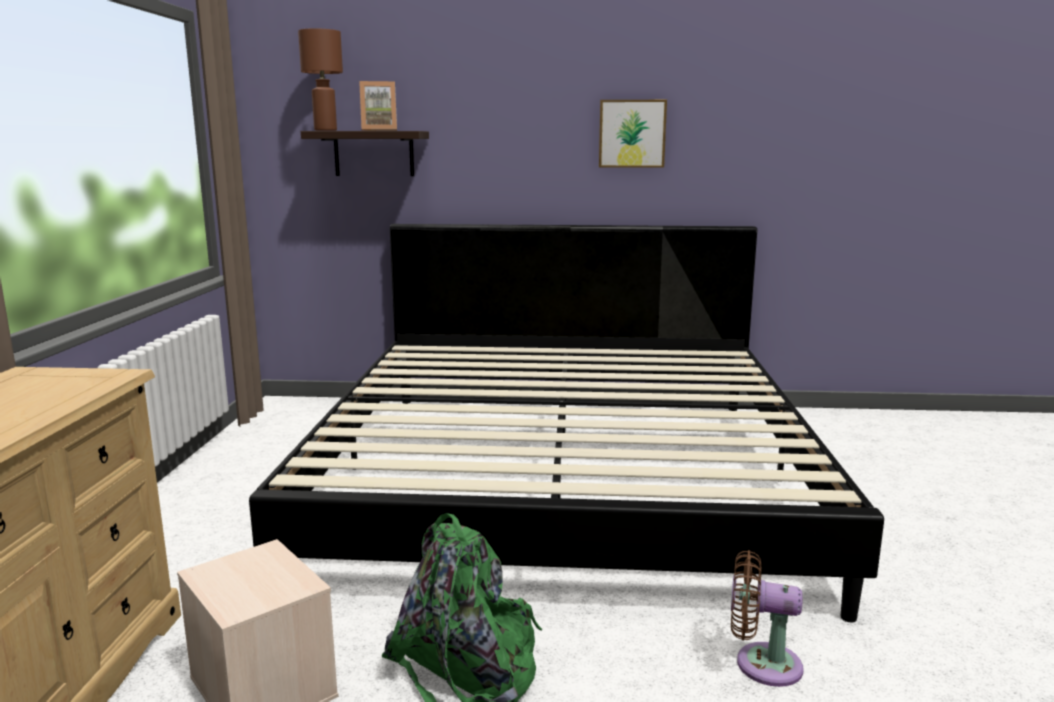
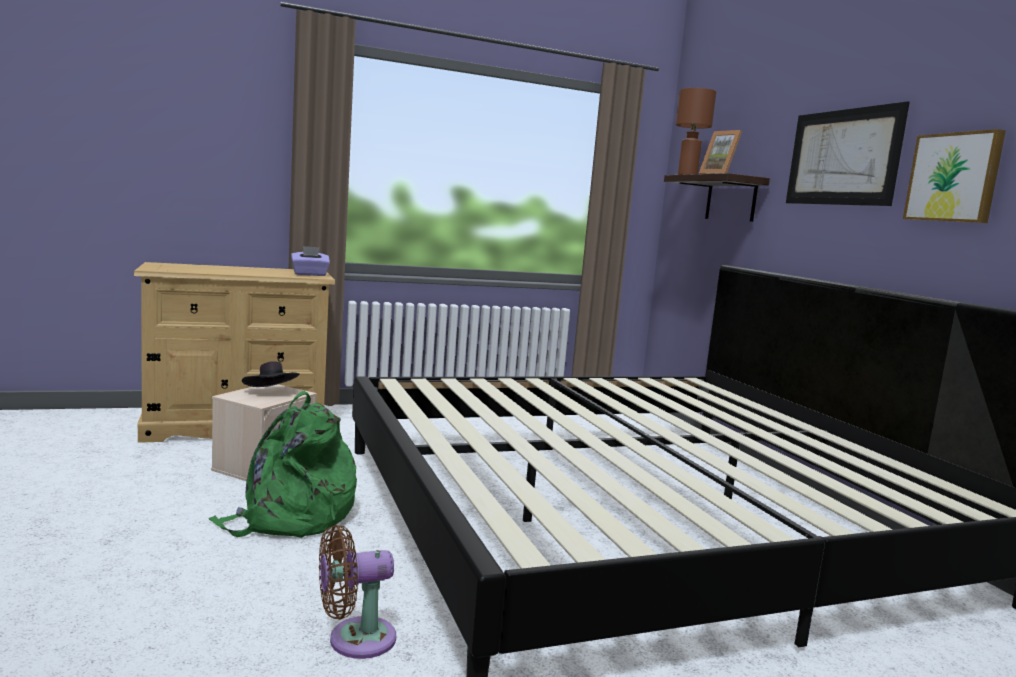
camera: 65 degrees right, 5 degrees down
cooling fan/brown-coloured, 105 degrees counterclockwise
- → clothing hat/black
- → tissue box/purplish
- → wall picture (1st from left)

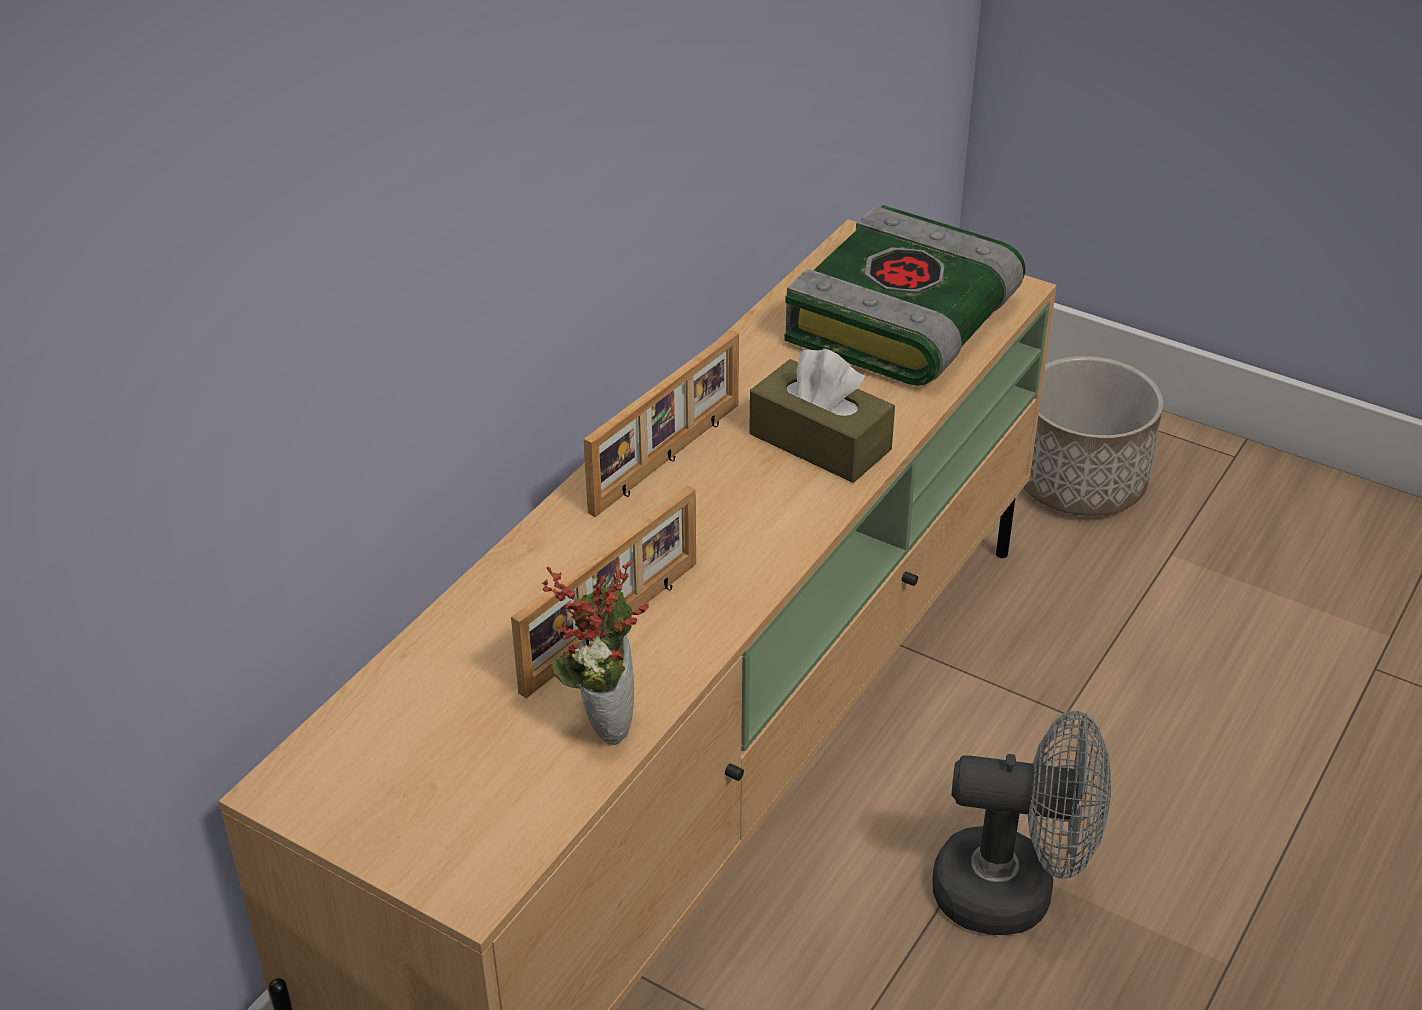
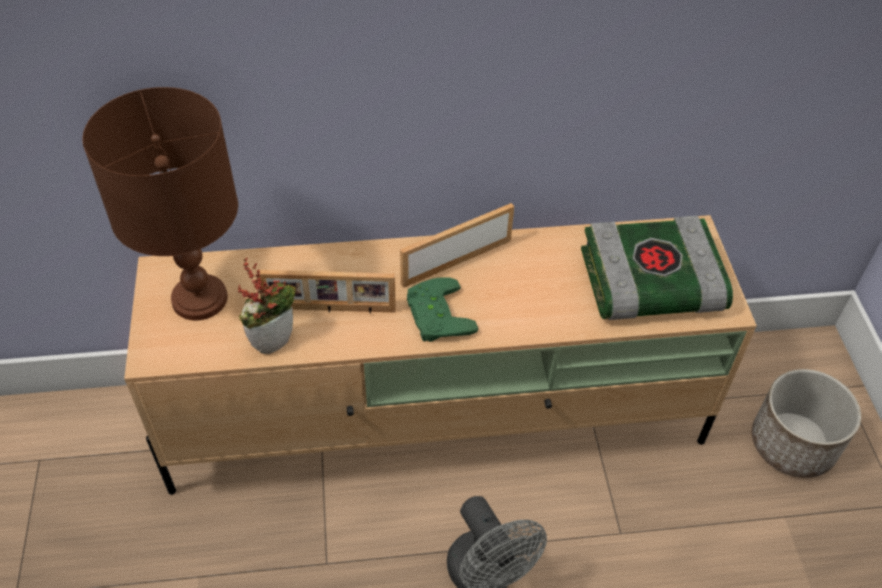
camera: 50 degrees right, 10 degrees up
standing frame (2nd from left), 150 degrees clockwise
tissue box/brown-coloured → -
- → table lamp/brown-coloured
- → gamepad/greenish

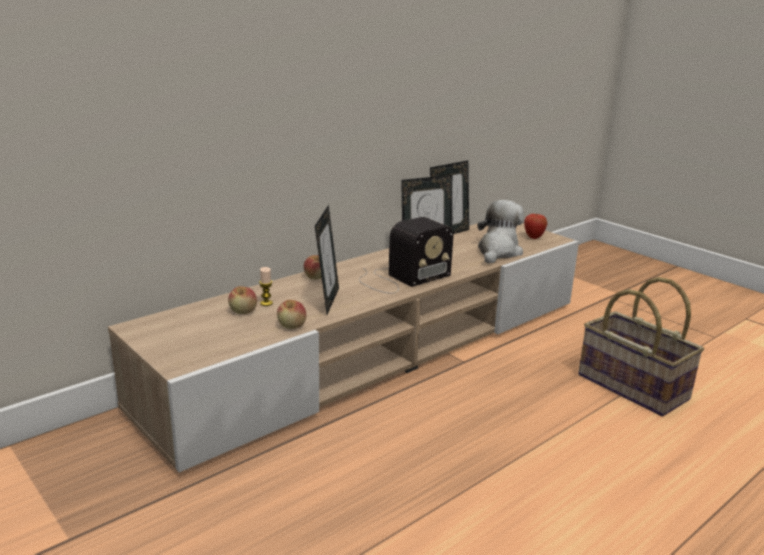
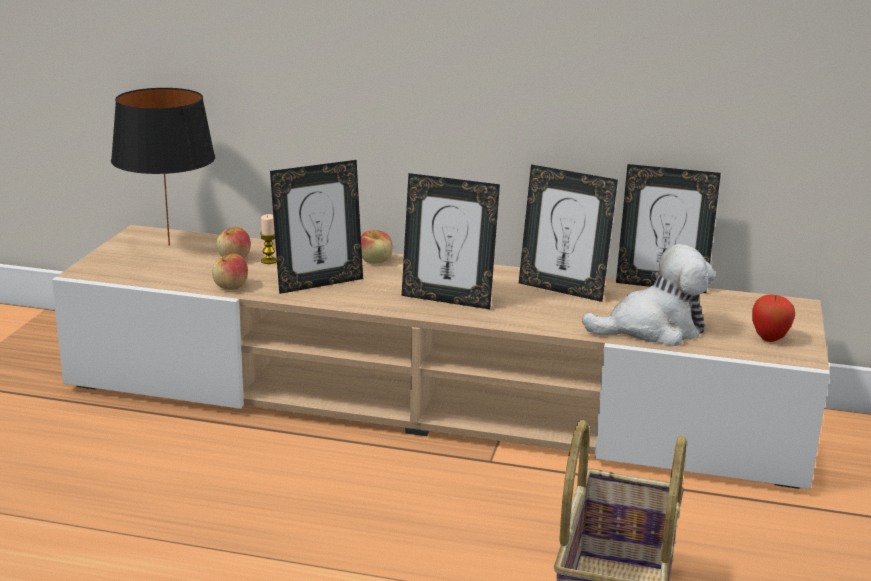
camera: 55 degrees right, 0 degrees up
radio receiver → standing frame (2nd from left)
- → table lamp/black

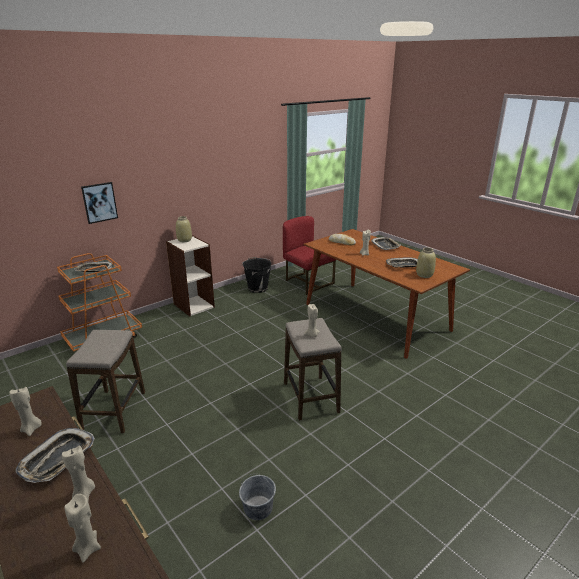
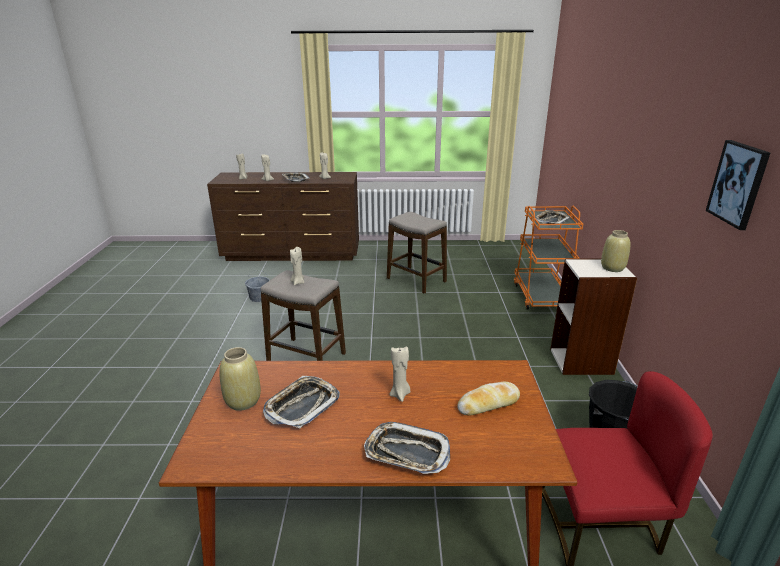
camera: 130 degrees right, 0 degrees up
wall picture, move

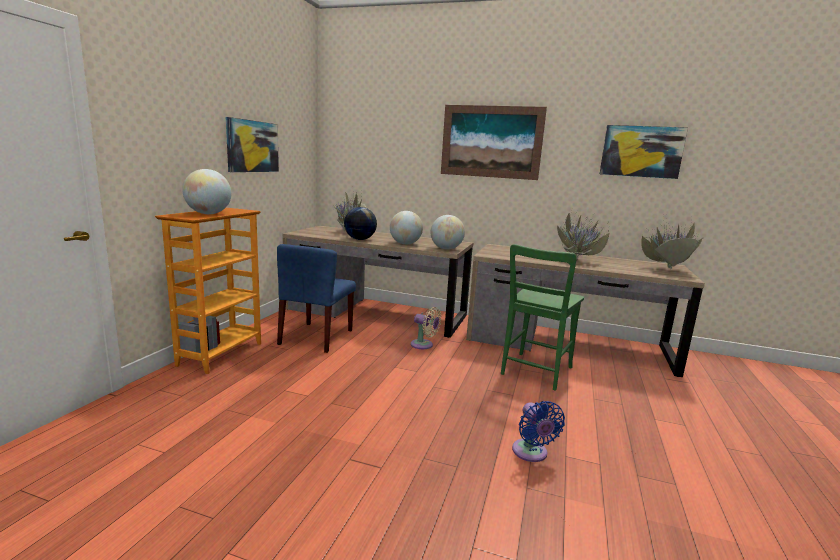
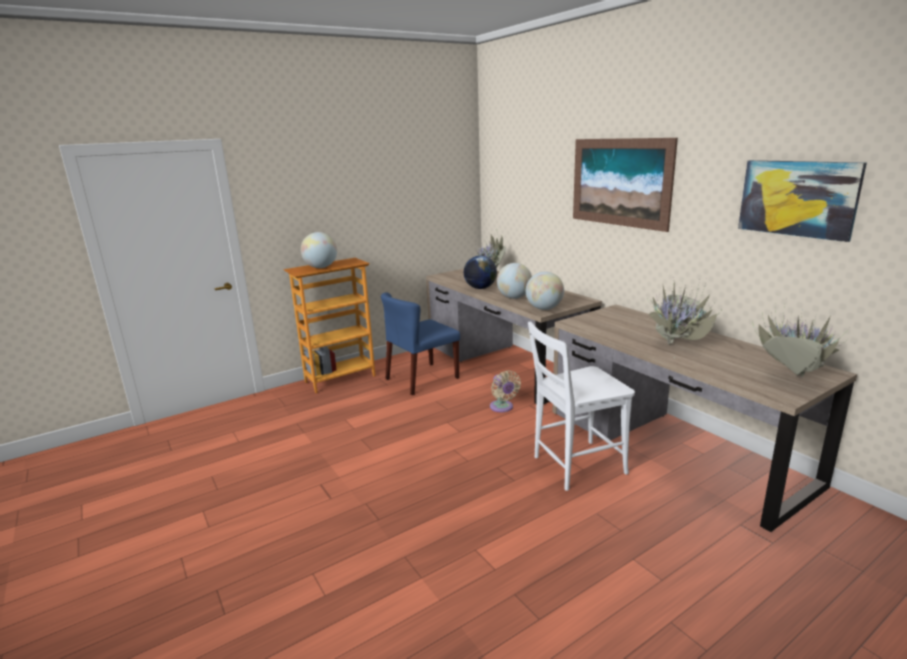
camera: 40 degrees right, 5 degrees up
wall picture (1st from left) → -
plain chair/greenish → plain chair/white
cooling fan/bluish → -

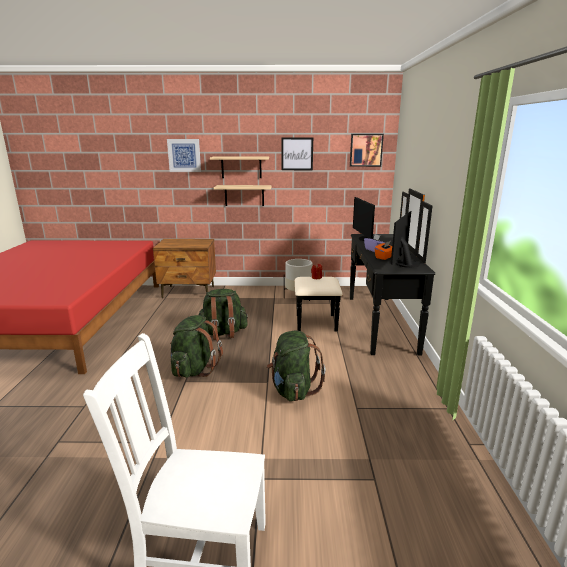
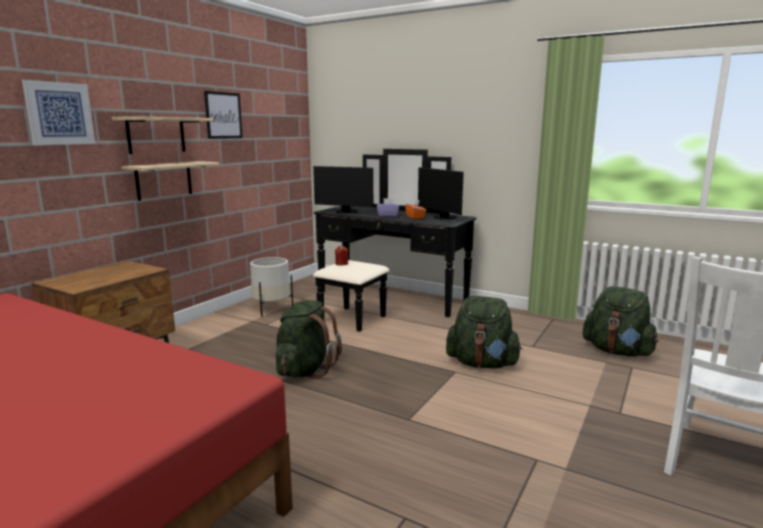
camera: 60 degrees left, 5 degrees down
rucksack/greenish (1st from left in the first image) → rucksack/greenish (3rd from left), move
wall picture (3rd from left) → -

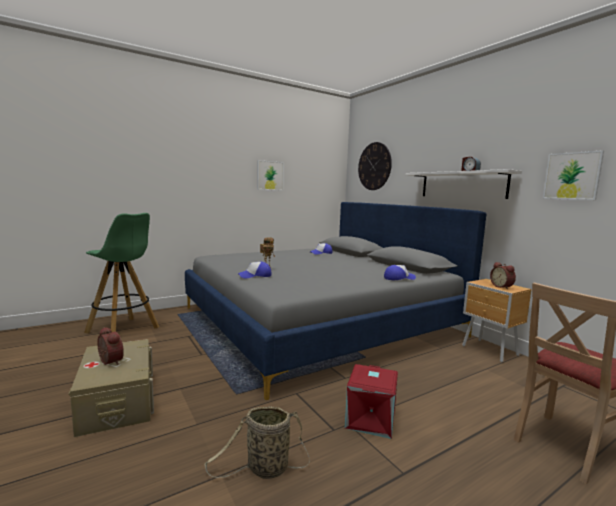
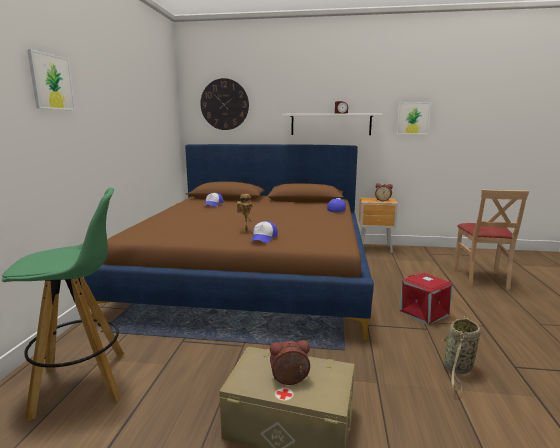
camera: 50 degrees left, 5 degrees up
bedroom bed/grey → bedroom bed/brown-coloured
wall picture (1st from left), move

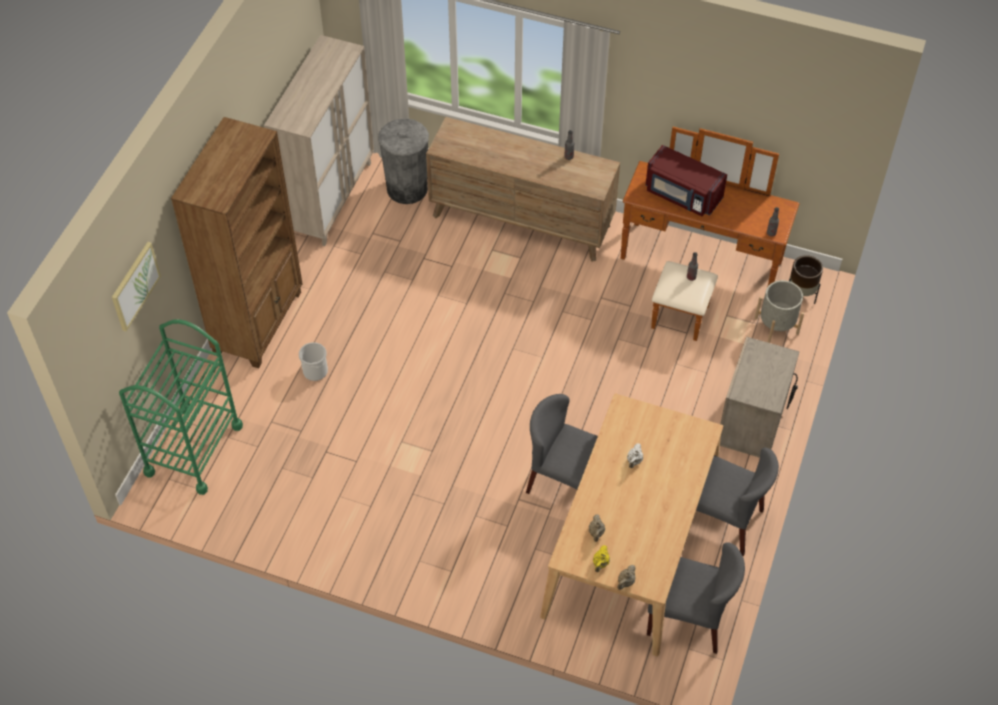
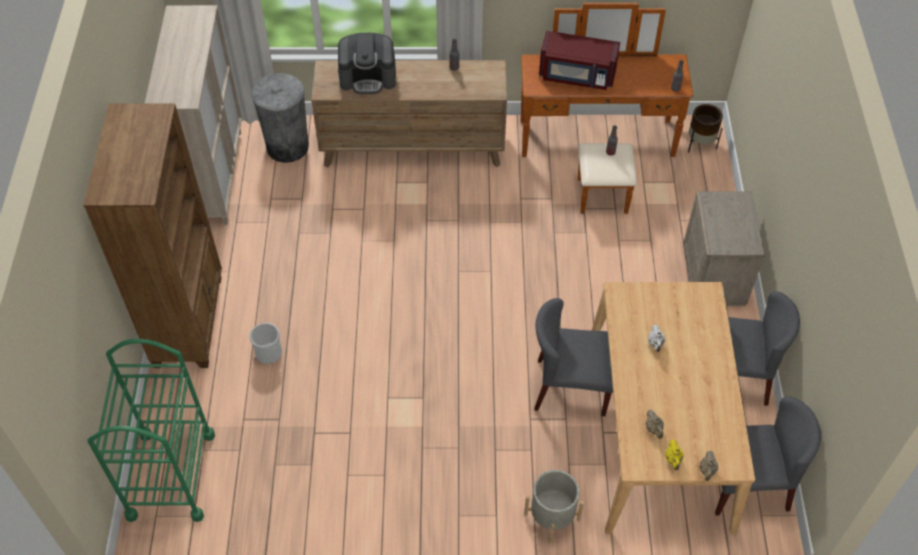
camera: 20 degrees left, 0 degrees up
wall picture → -
plant pot/grey, move
- → coffee brewer

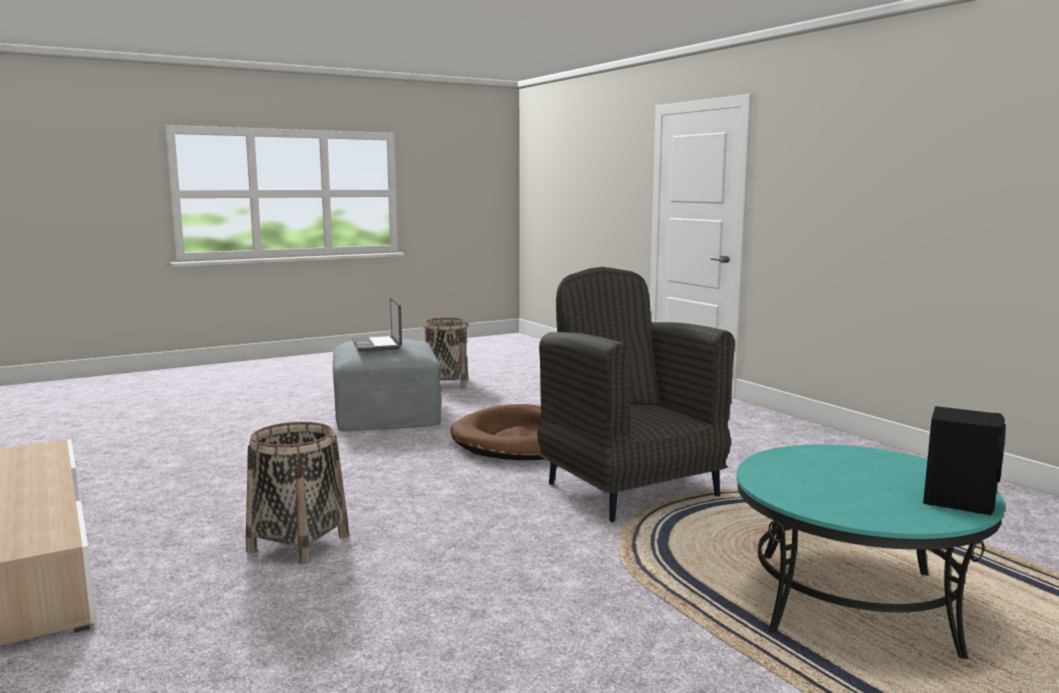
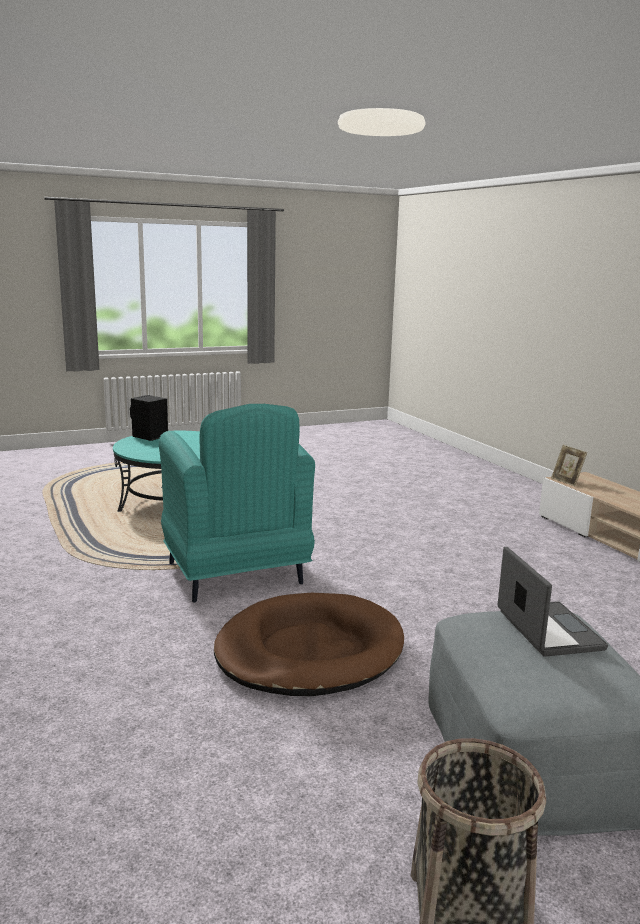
camera: 175 degrees left, 5 degrees up
household basket (1st from left) → -
easy chair/grey → easy chair/turquoise
- → standing frame

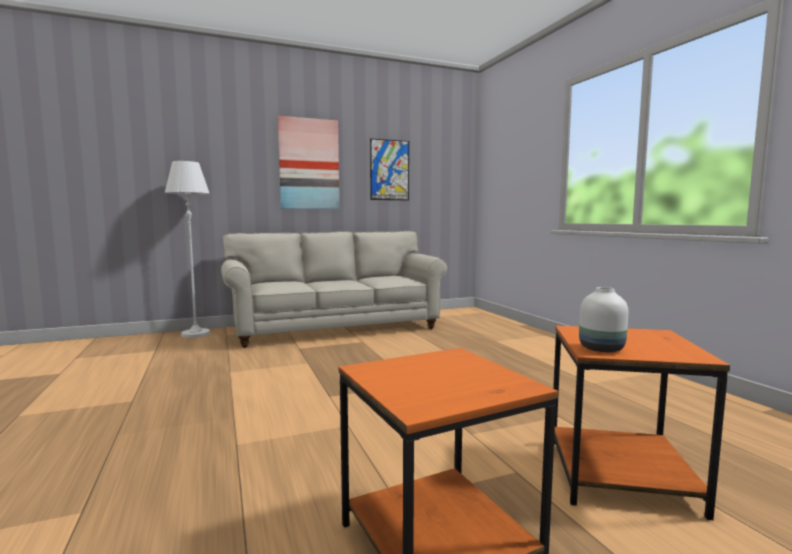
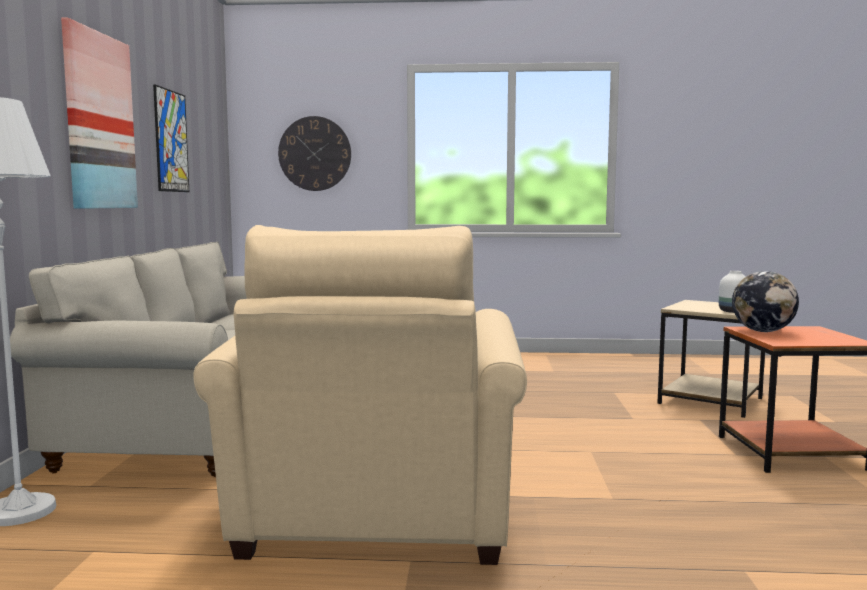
camera: 65 degrees left, 0 degrees up
accent table/orangey (2nd from left) → accent table/sand-coloured
- → easy chair/sand-coloured
- → clock on the wall
- → world globe

